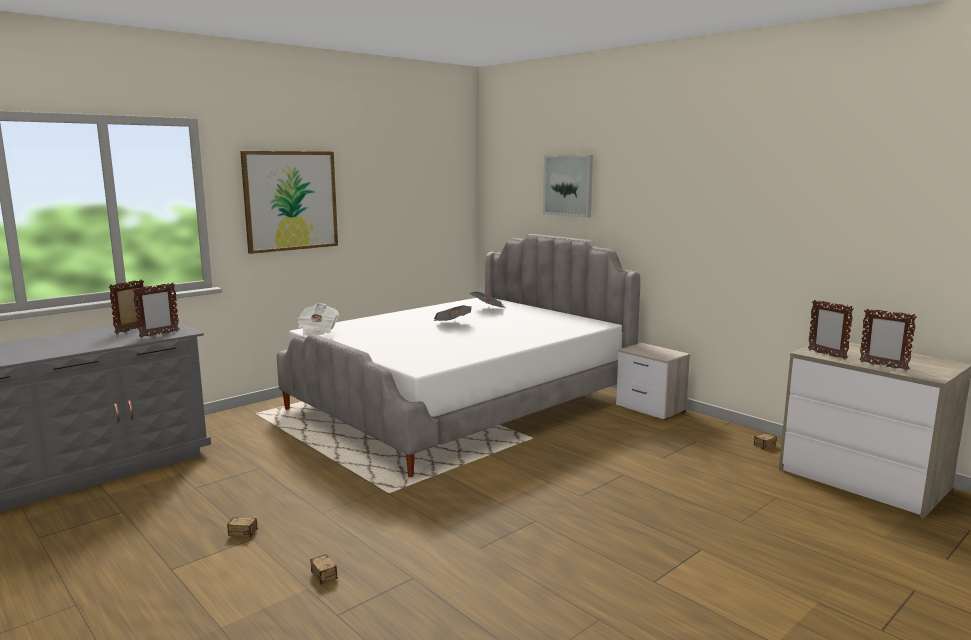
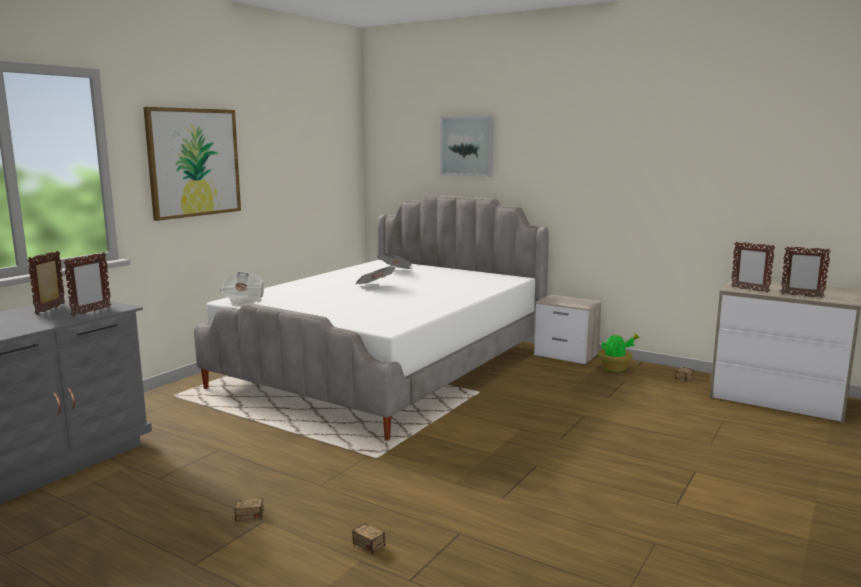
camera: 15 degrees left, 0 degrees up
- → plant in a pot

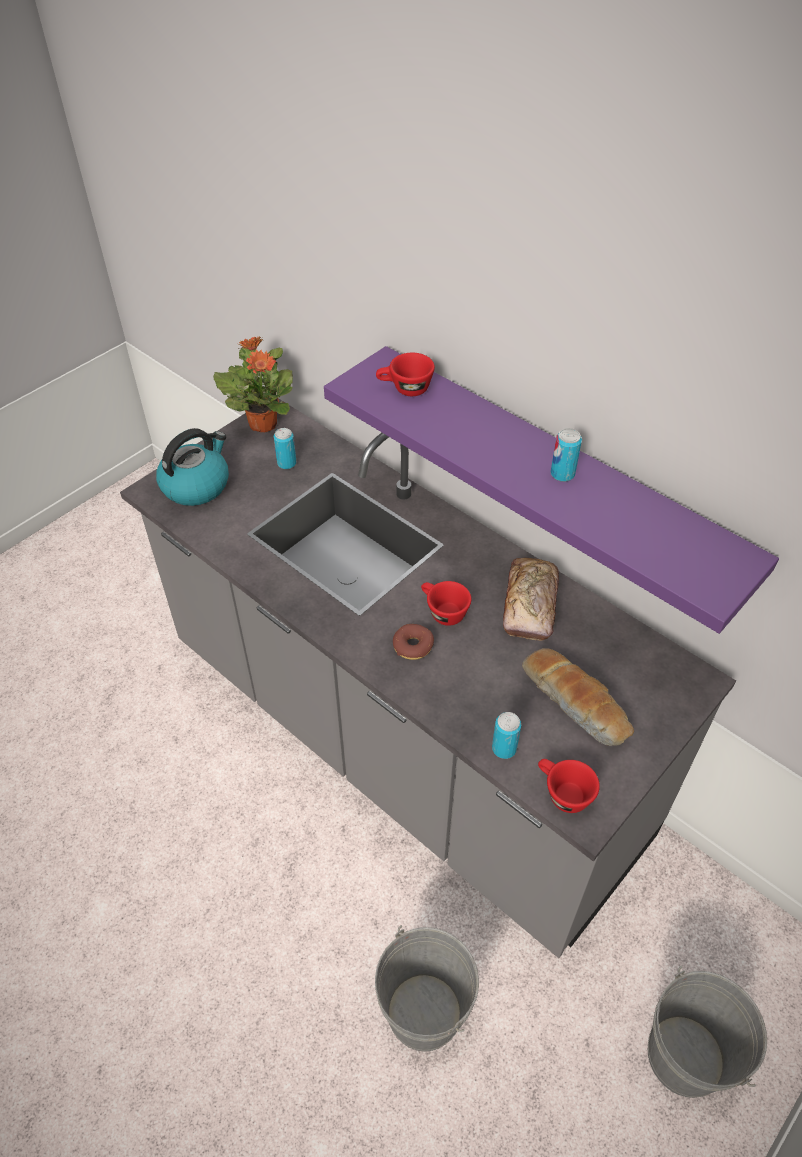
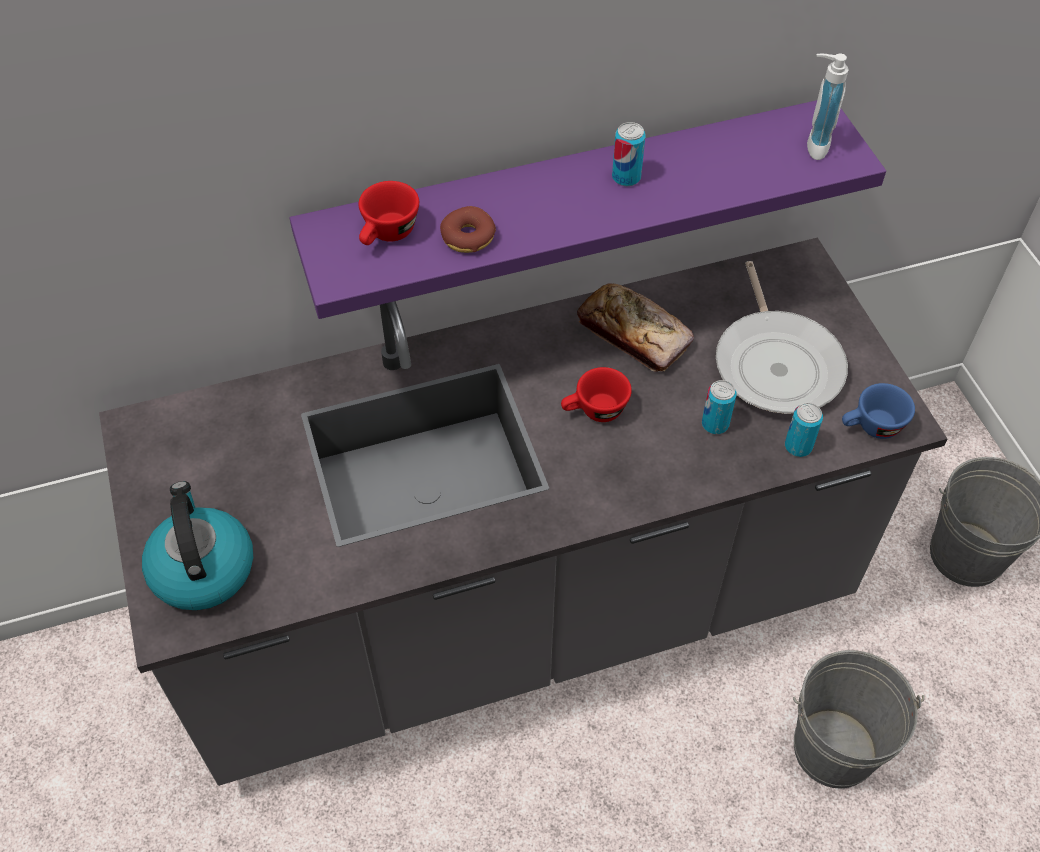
camera: 60 degrees left, 5 degrees up
plant in a pot → -
can (1st from left in the first image) → can (2nd from left), move
ring doughnut, move
baked bread (2nd from left) → pan
cup/red (3rd from left) → cup/bluish
- → liquid soap bottle

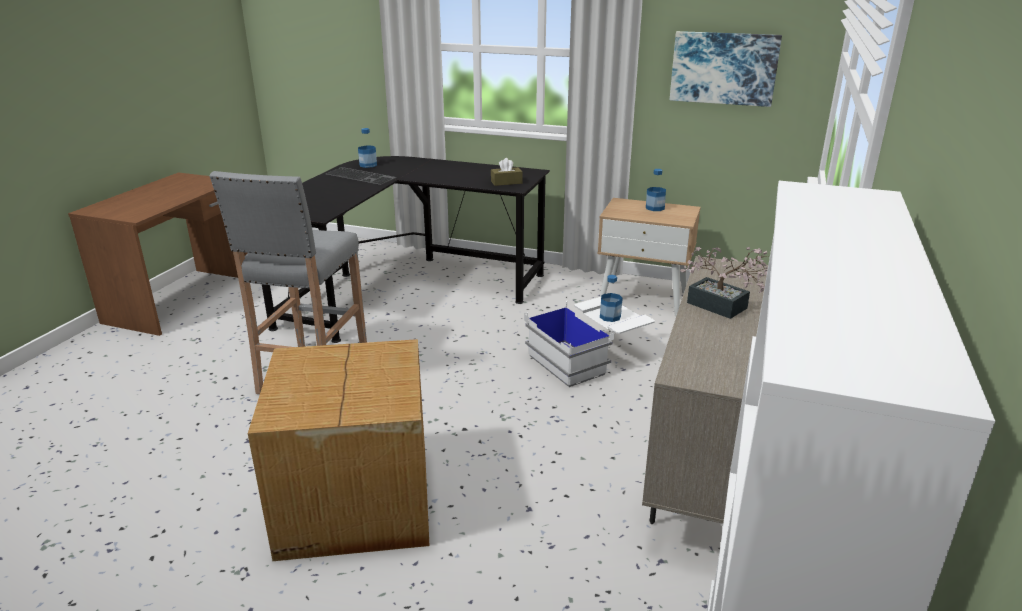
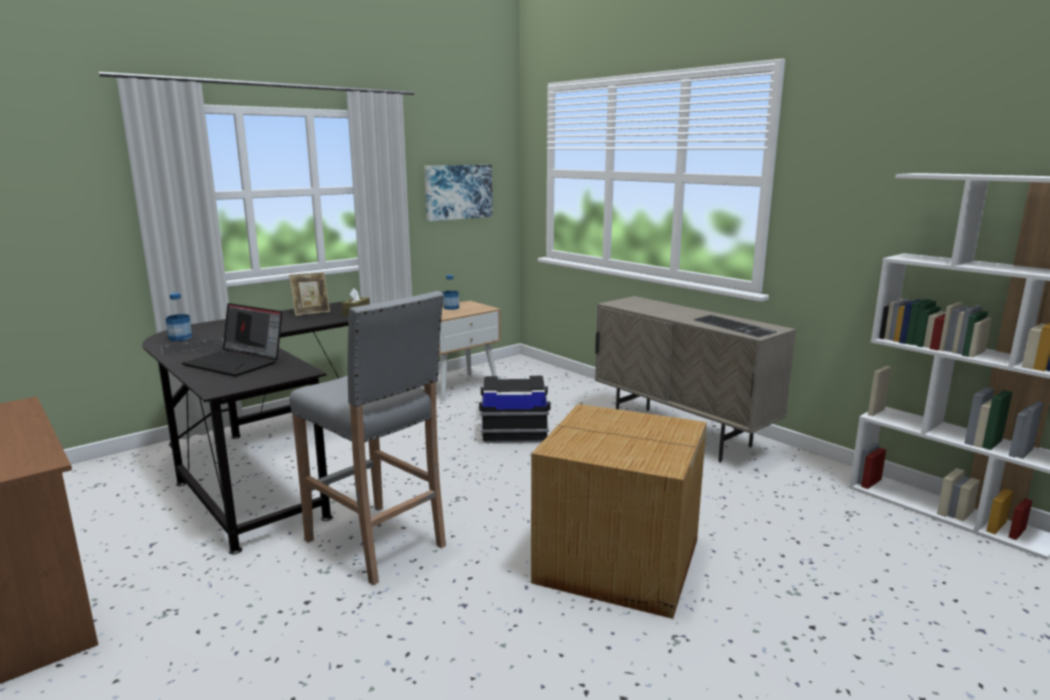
camera: 60 degrees left, 10 degrees down
storage container/white → storage container/black
bottle (2nd from left) → -
plant in a pot → -
- → laptop
- → standing frame
- → keyboard (2nd from left)

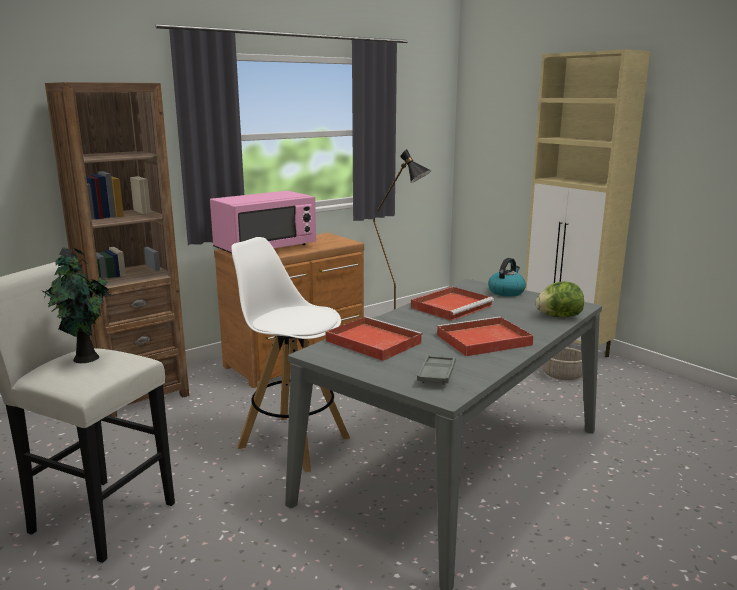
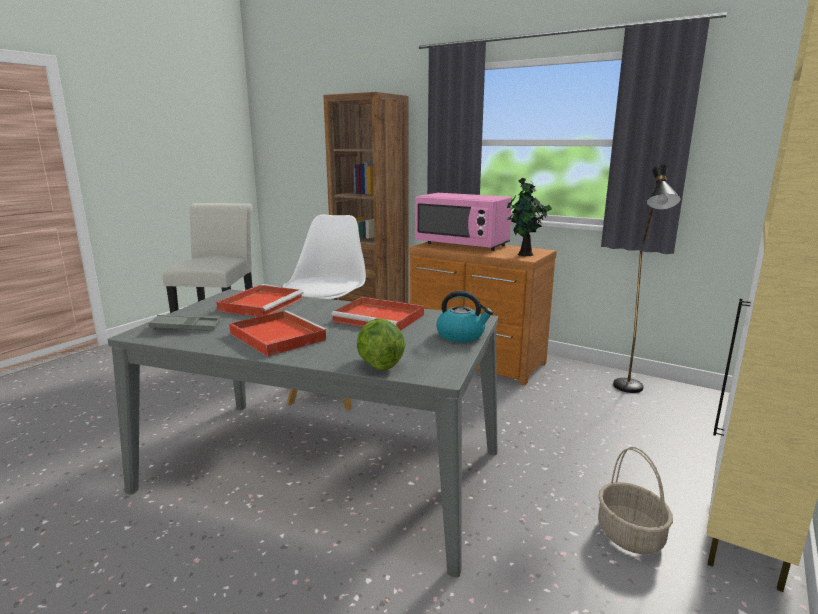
camera: 70 degrees right, 0 degrees up
plant in a pot, move

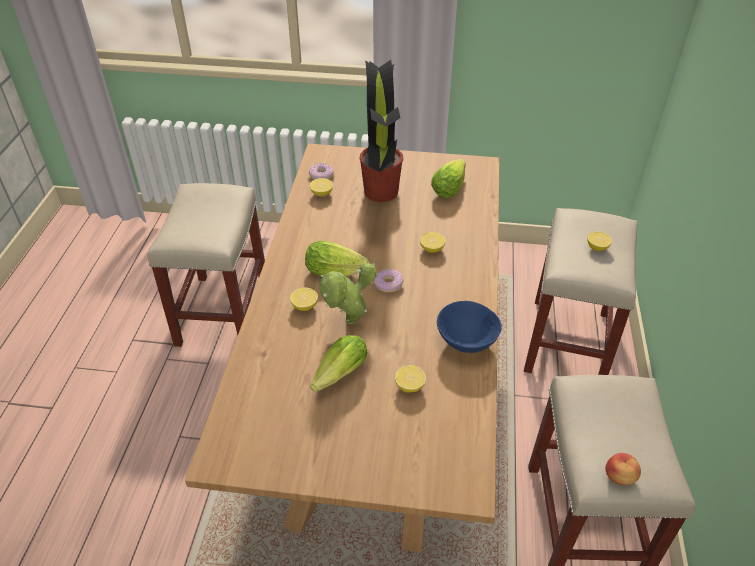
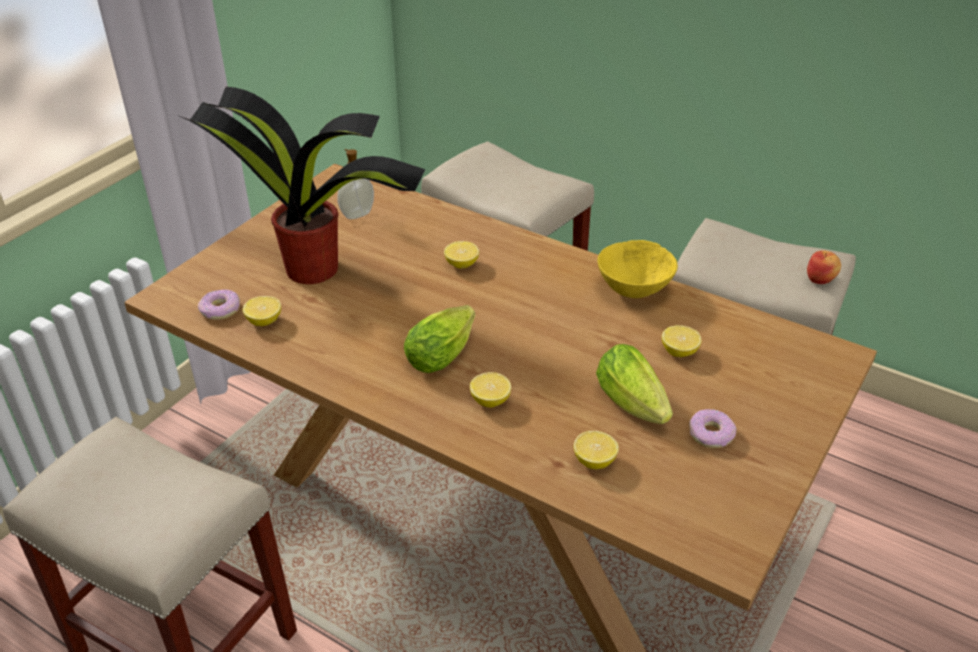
camera: 65 degrees left, 5 degrees down
plant in a pot (1st from left) → -
ring doughnut (2nd from left), move
lettuce head (3rd from left) → liquid soap bottle
bowl/bluish → bowl/yellow-coloured
whole lemon (5th from left in the first image) → whole lemon (4th from left), move

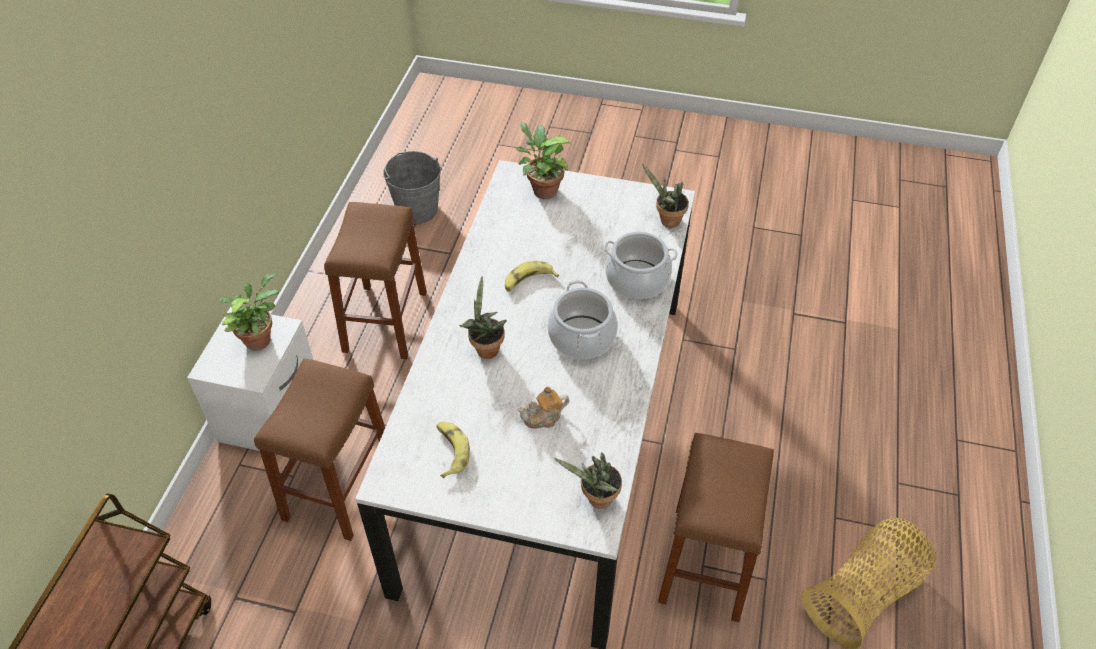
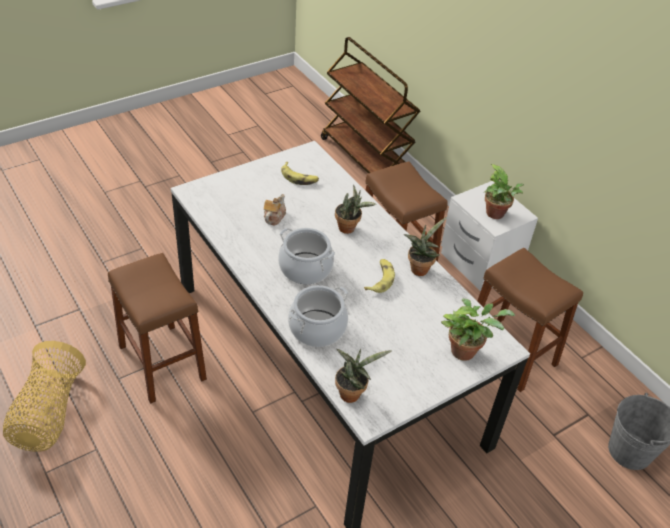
camera: 130 degrees right, 5 degrees down
plant in a pot (4th from left in the first image) → plant in a pot (3rd from left), move

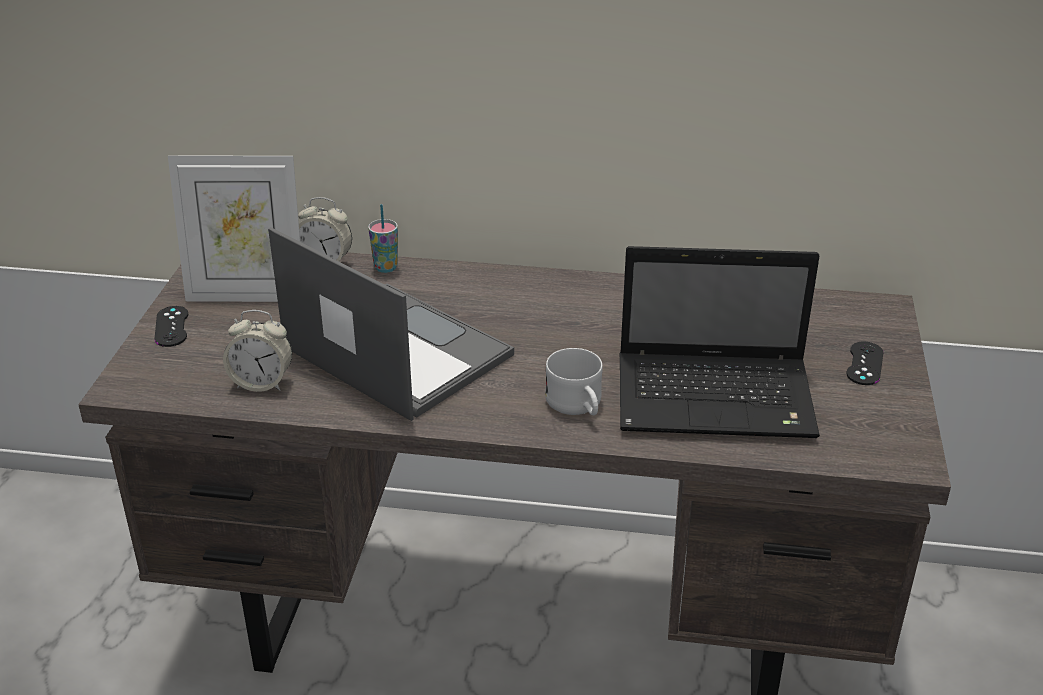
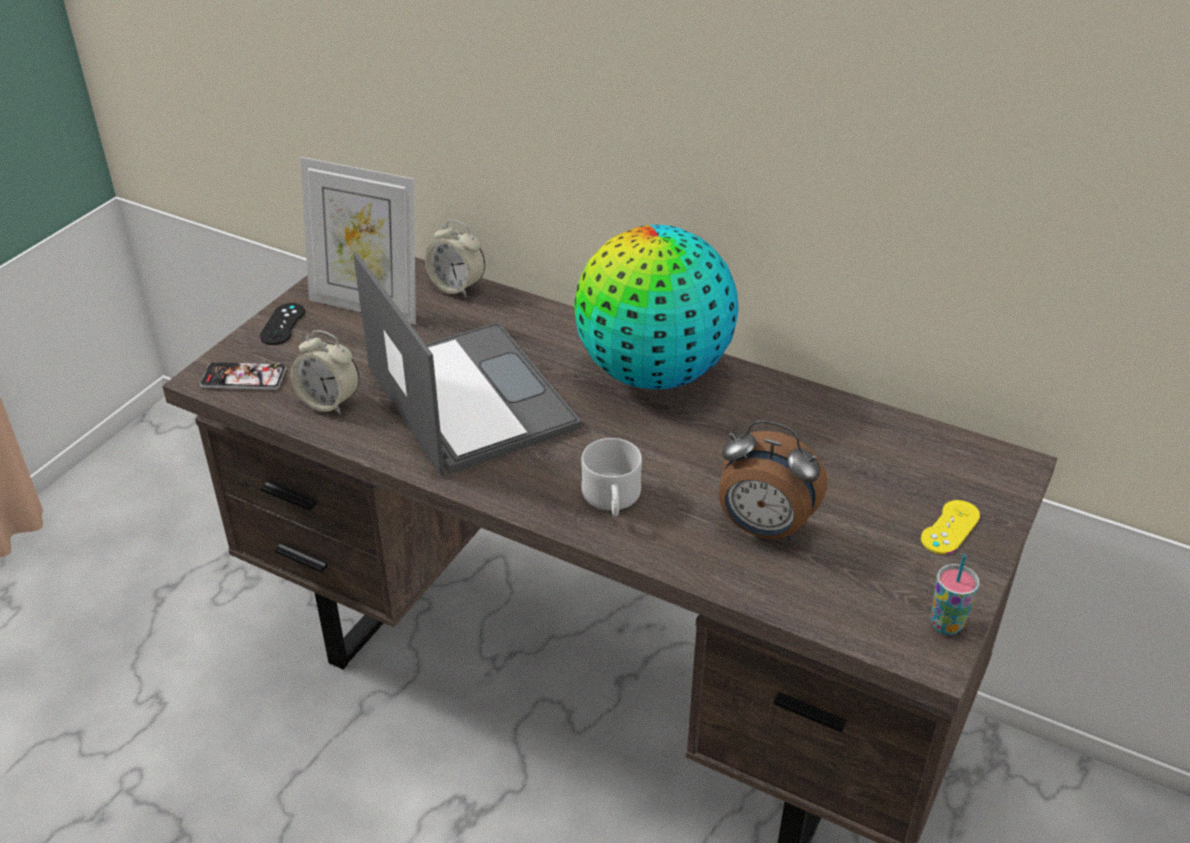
camera: 20 degrees right, 5 degrees up
cup, move
laptop (2nd from left) → table clock (3rd from left)
gamepad/black (2nd from left) → gamepad/yellow-coloured
- → handset
- → world globe

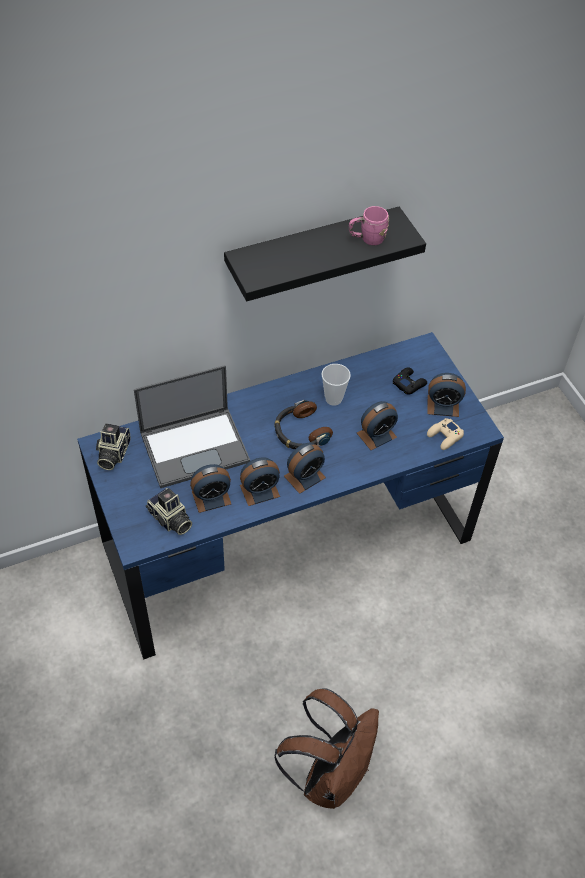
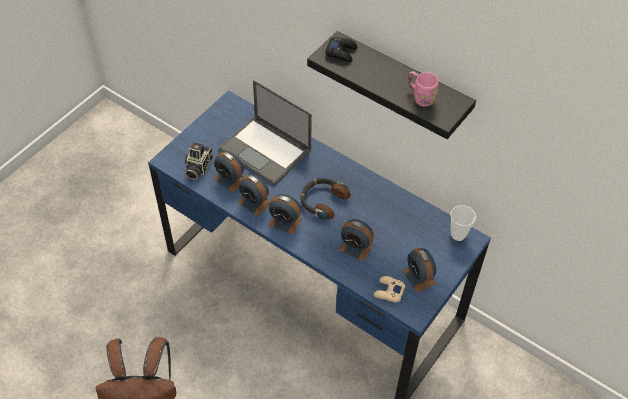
camera: 60 degrees right, 0 degrees up
still camera (1st from left) → -
cup, move
gamepad/black, move

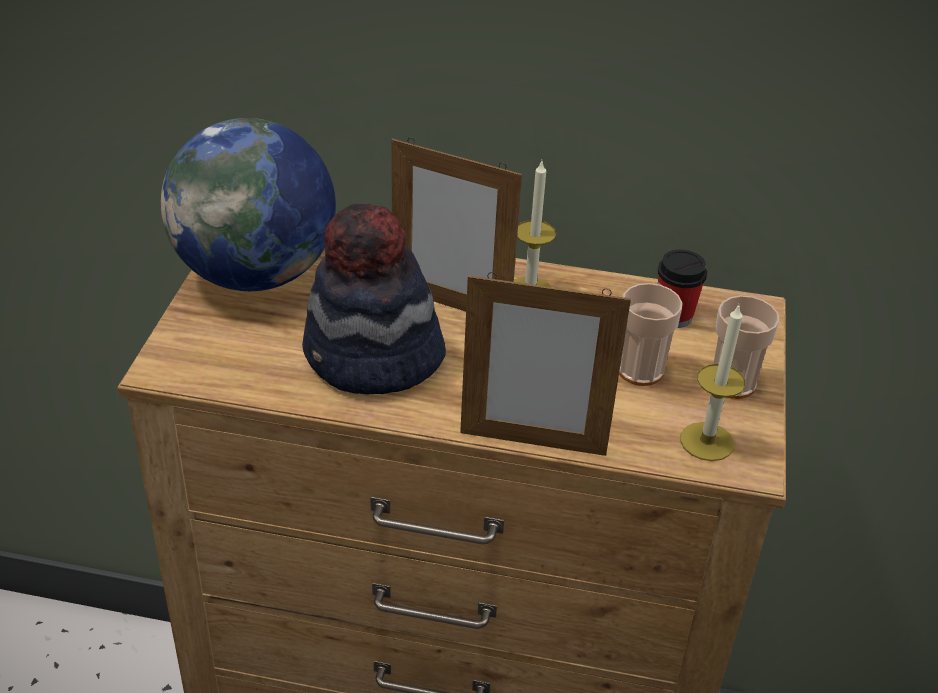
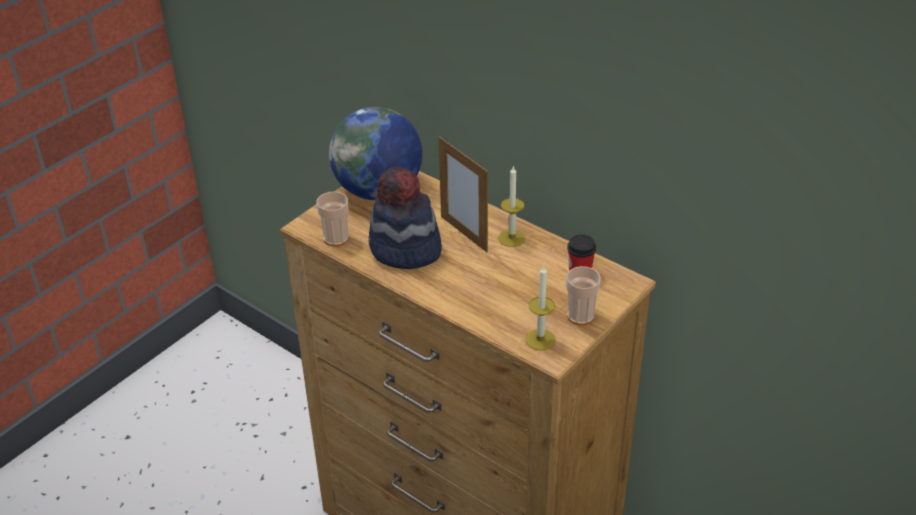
camera: 30 degrees right, 0 degrees up
standing frame (2nd from left) → -
cup (1st from left), move

